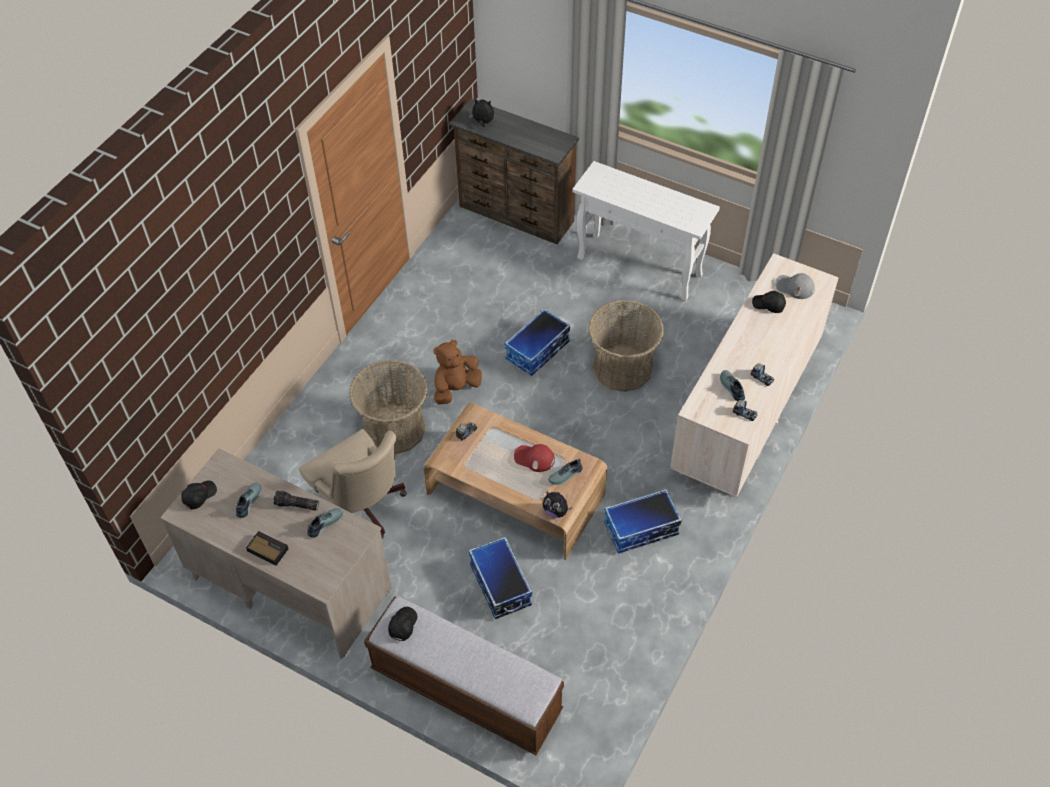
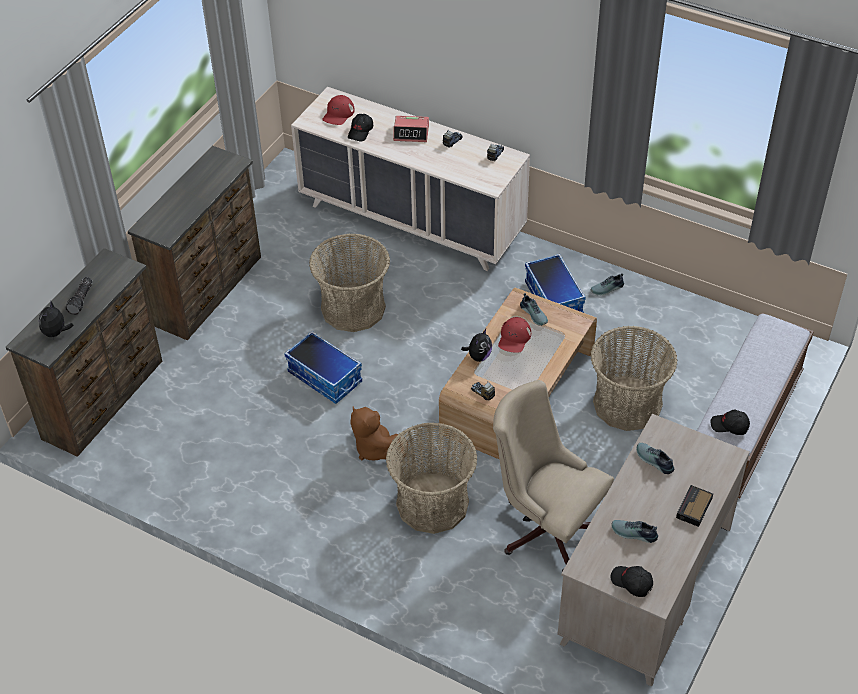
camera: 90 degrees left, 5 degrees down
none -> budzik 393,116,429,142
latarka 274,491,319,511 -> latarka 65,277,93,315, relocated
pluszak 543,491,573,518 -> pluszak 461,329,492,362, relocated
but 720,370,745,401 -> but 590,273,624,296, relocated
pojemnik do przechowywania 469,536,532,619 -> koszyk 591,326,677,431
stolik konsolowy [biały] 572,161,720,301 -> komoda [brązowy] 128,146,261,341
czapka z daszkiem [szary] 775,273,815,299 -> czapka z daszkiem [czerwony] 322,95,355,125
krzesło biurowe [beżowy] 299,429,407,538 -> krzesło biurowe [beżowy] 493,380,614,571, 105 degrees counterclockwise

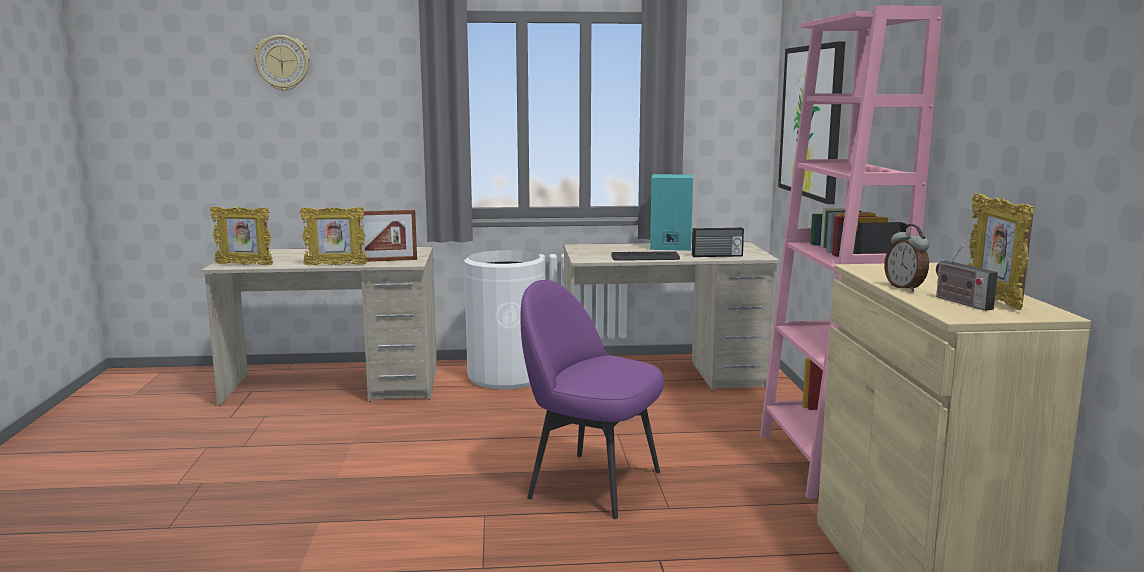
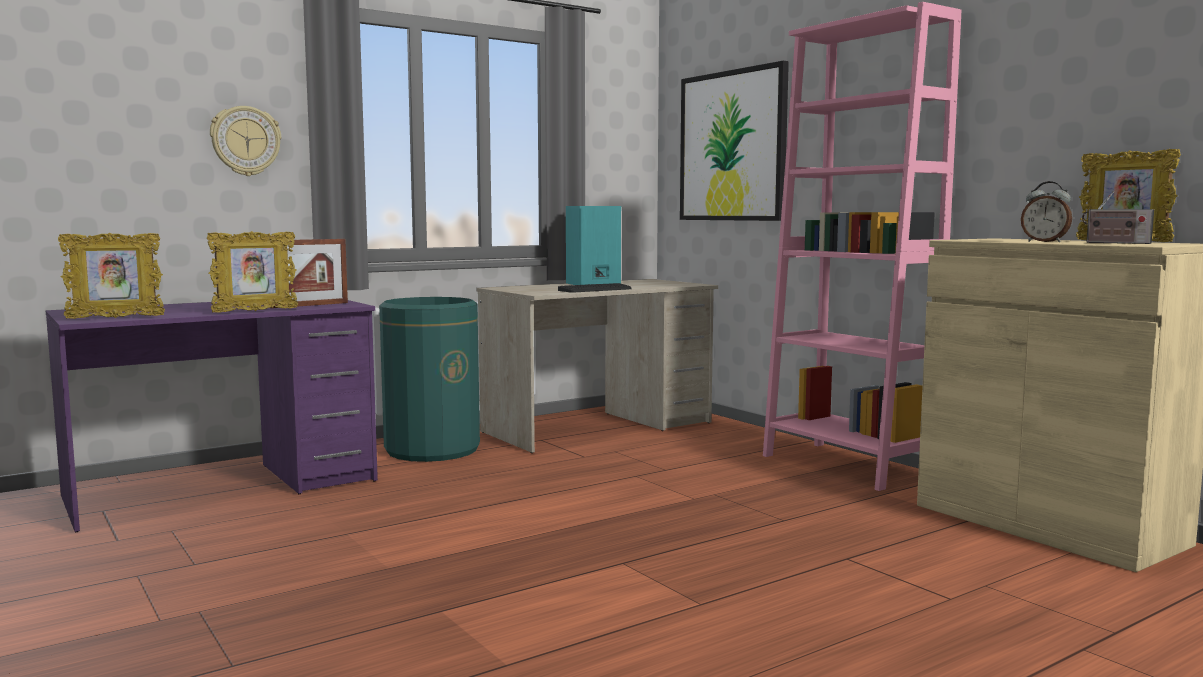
camera: 30 degrees left, 5 degrees down
krzesło [fioletowy] 521,280,664,519 -> none
radio 692,227,744,257 -> none
zegar ścienny 254,35,310,91 -> zegar ścienny 210,106,281,176, relocated
biurko [beżowy] 202,247,437,406 -> biurko [fioletowy] 46,300,378,532
kosz na śmieci [biały] 464,250,544,389 -> kosz na śmieci [zielony] 379,297,480,462

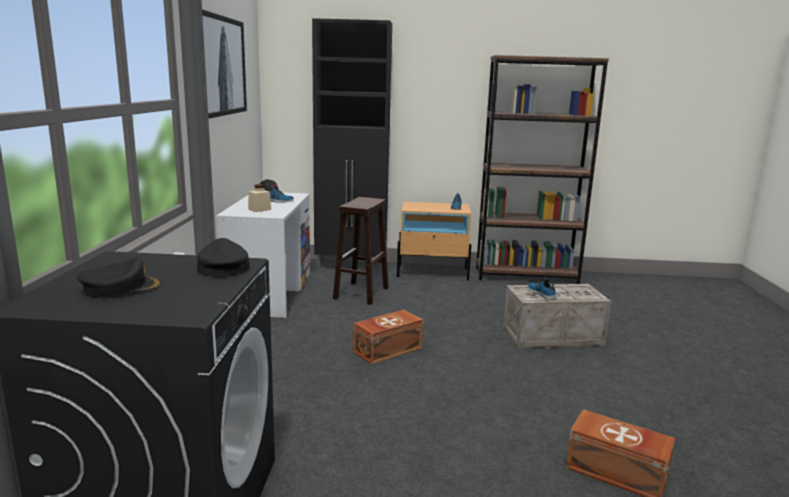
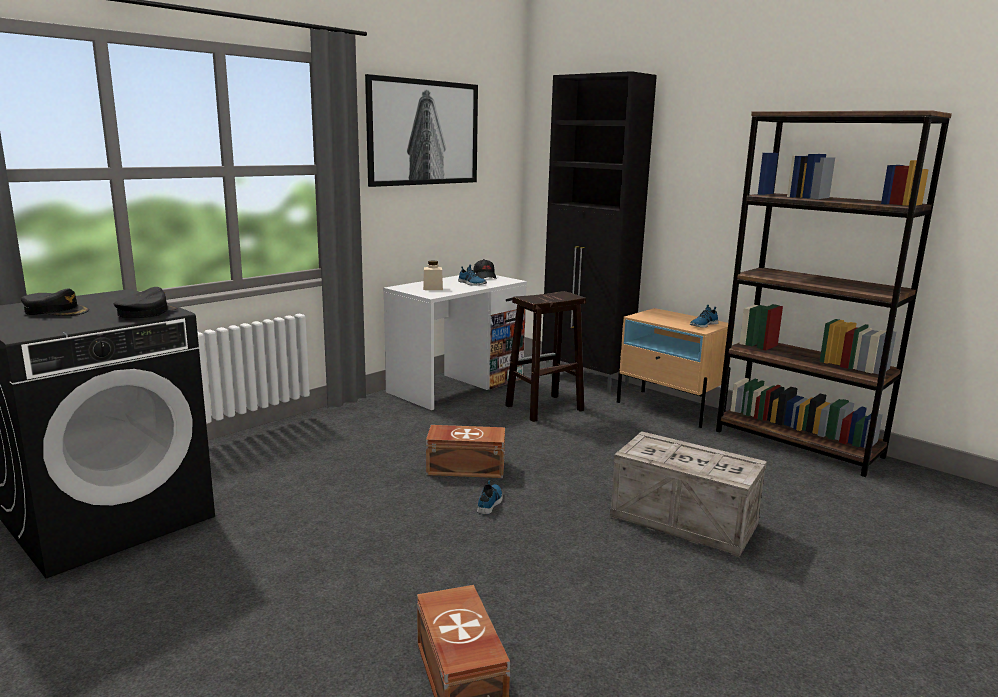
camera: 40 degrees right, 0 degrees up
but 528,276,556,300 -> but 477,480,503,515, relocated

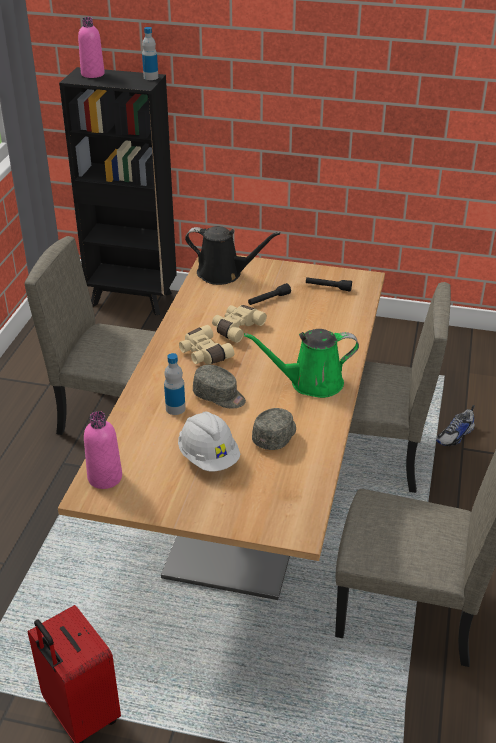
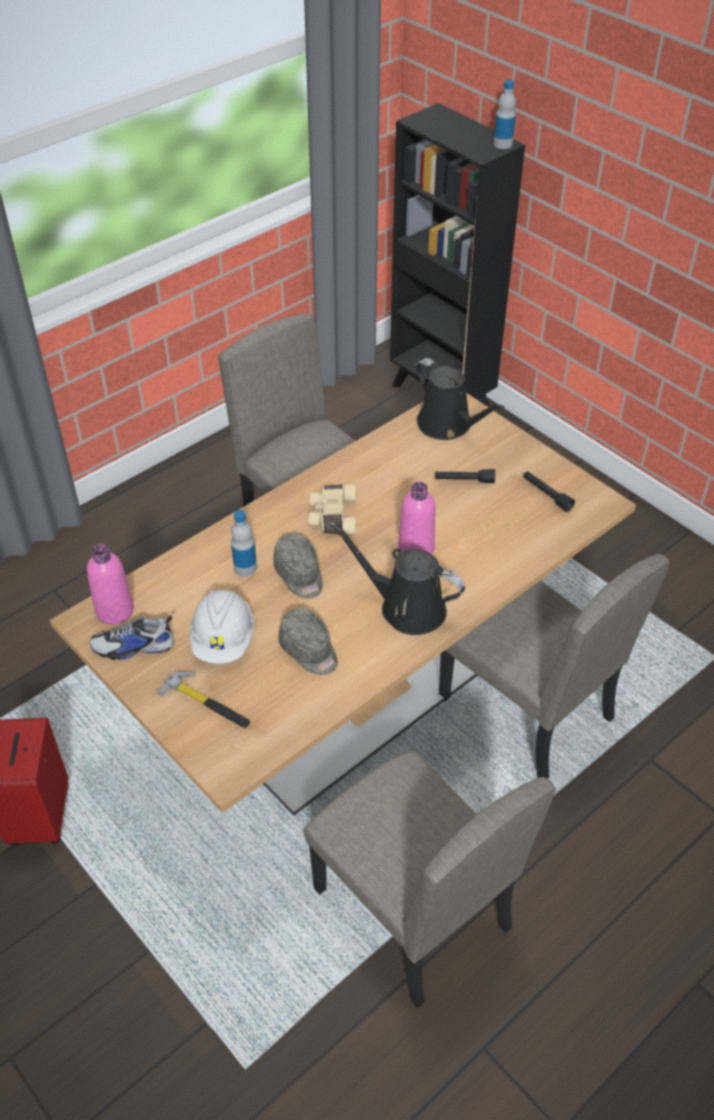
camera: 35 degrees right, 10 degrees up
lornetka [beżowy] 212,305,267,343 -> none
none -> młotek 157,672,250,728
butelka [różowy] 78,17,105,78 -> butelka [różowy] 398,482,436,554, relocated
but 436,405,475,446 -> but 89,616,174,660, relocated
konewka [zielony] 244,329,359,398 -> konewka [czarny] 330,521,465,635
czapka z daszkiem [szary] 252,408,296,450 -> czapka z daszkiem [szary] 279,609,338,675, 75 degrees clockwise

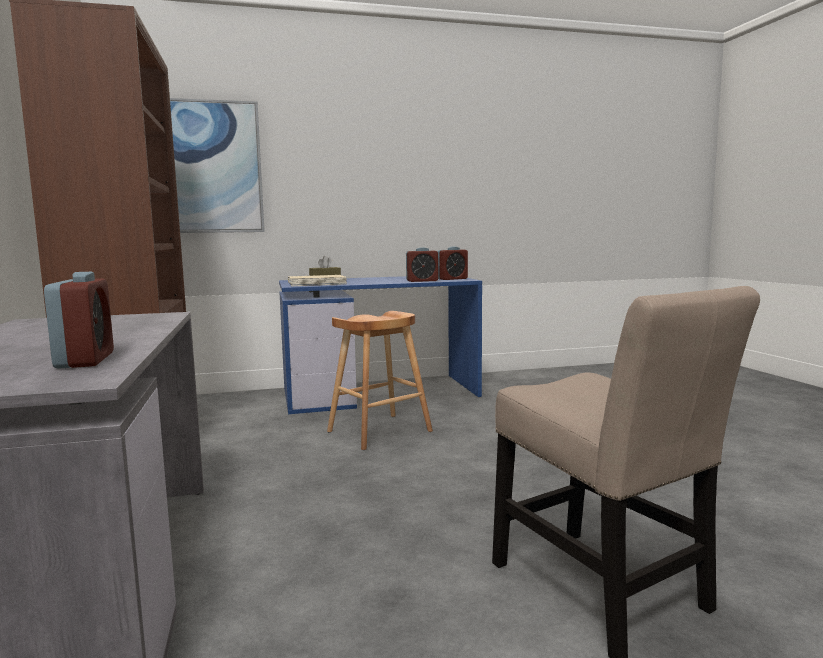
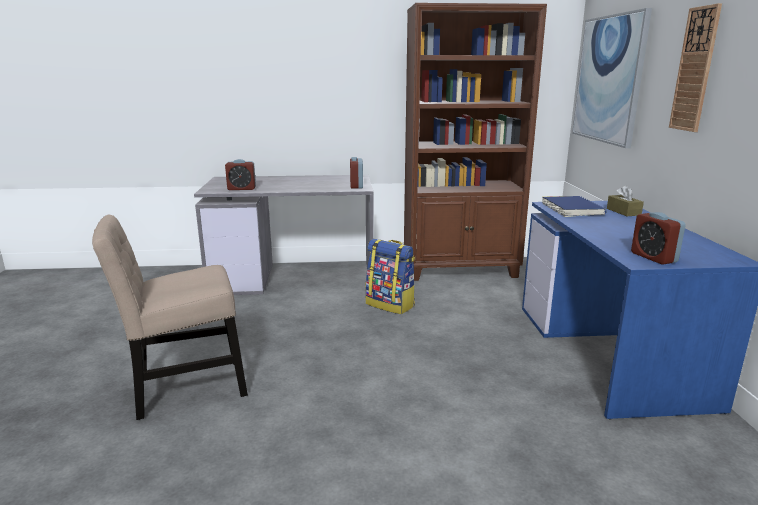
camera: 100 degrees right, 10 degrees up
stołek [brązowy] 327,311,433,450 -> none
none -> plecak 365,239,415,314
none -> zegar ścienny 669,3,722,132
budzik 406,247,438,282 -> budzik 350,157,363,189, relocated
książka [beżowy] 288,275,347,286 -> książka [niebieski] 542,196,607,217

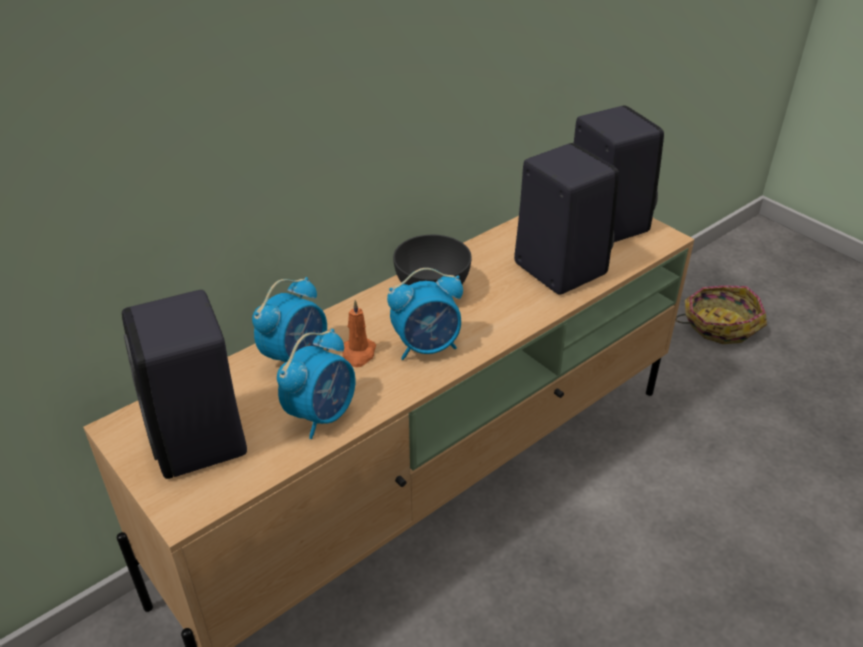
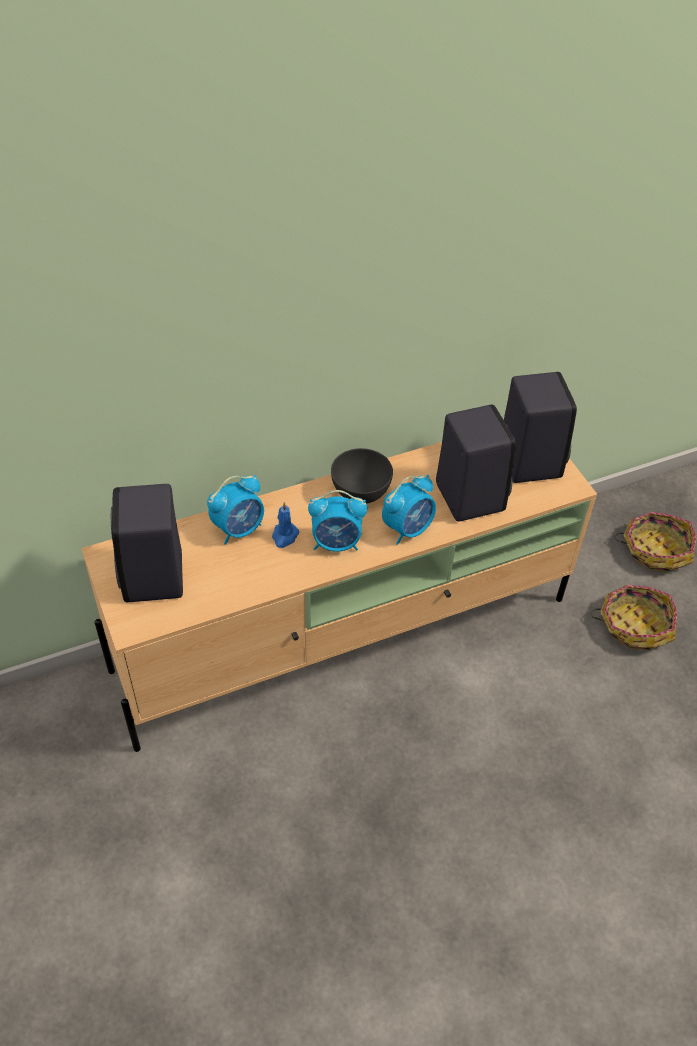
camera: 15 degrees right, 10 degrees up
none -> koszyk 590,585,677,650
budzik 277,329,355,439 -> budzik 382,475,436,545, relocated
świeca [pomarańczowy] 342,300,376,367 -> świeca [niebieski] 272,502,299,548

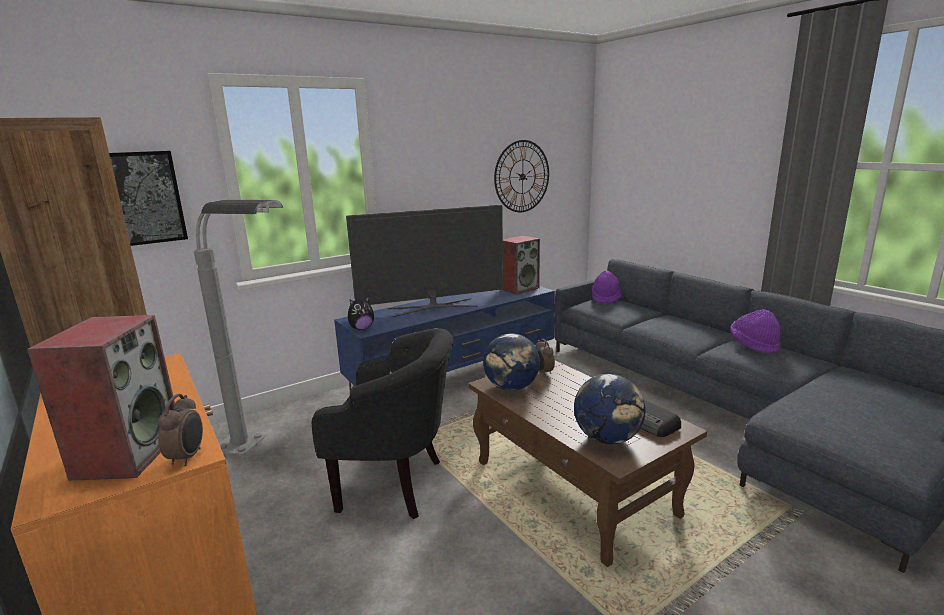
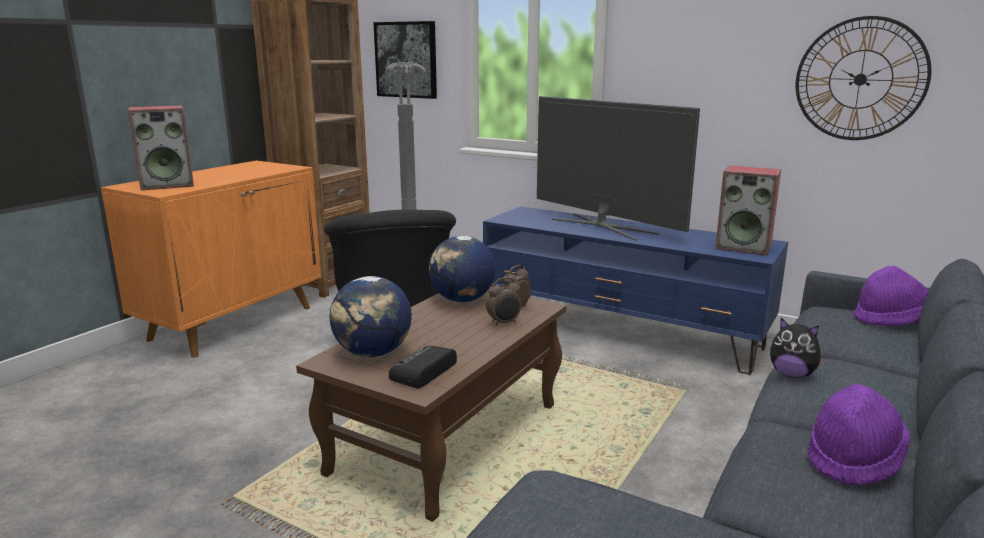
camera: 65 degrees right, 0 degrees up
budzik 158,394,203,466 -> budzik 486,277,522,326, relocated
pluszak 348,296,374,330 -> pluszak 770,318,827,378, relocated

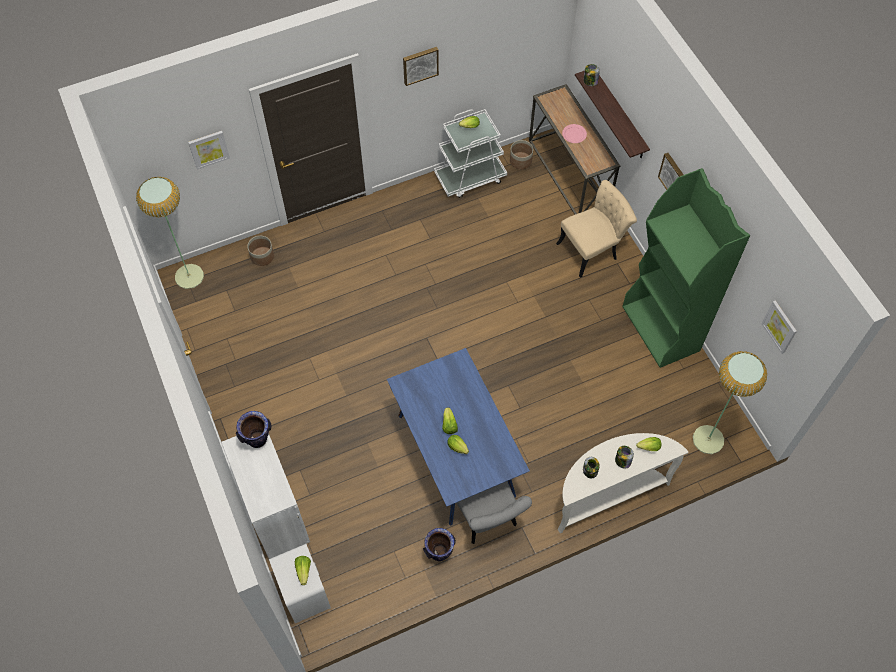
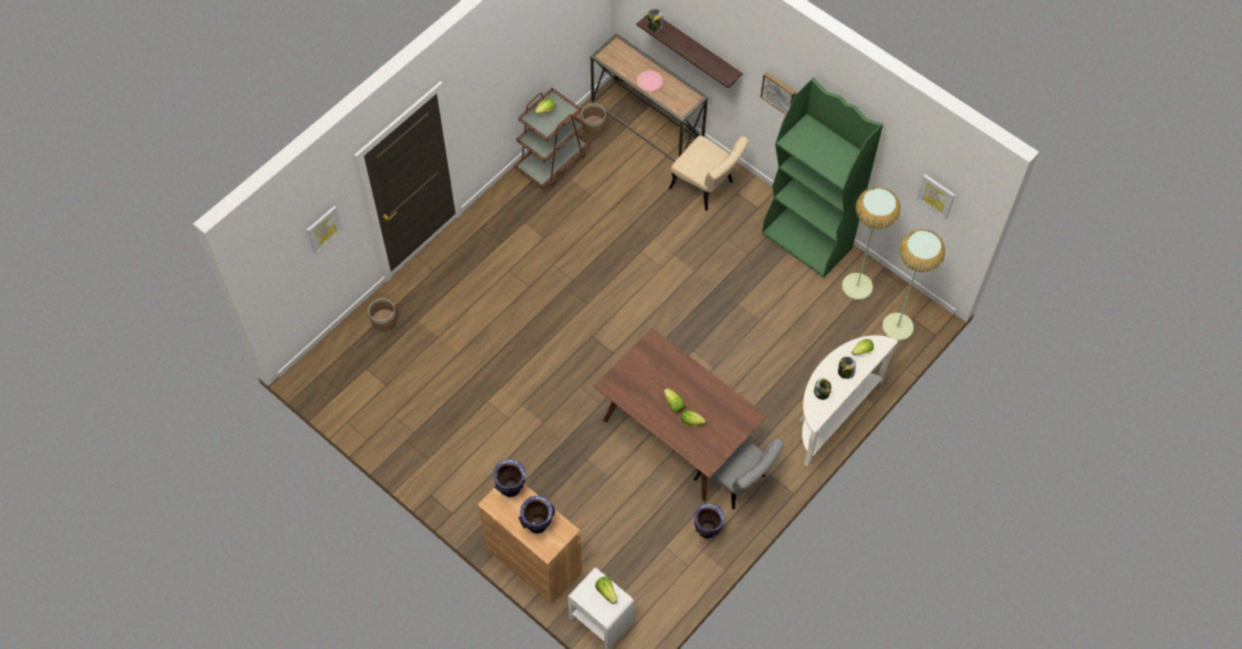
camera: 25 degrees left, 0 degrees up
obraz 403,47,439,86 -> none
none -> wazon 519,496,555,534
lampa stojąca 136,177,204,289 -> lampa stojąca 842,187,900,300, relocated
szafka [biały] 222,434,310,559 -> szafka [brązowy] 478,484,582,604
stół jadalny [niebieski] 387,348,530,525 -> stół jadalny [brązowy] 593,328,767,501
wózek [biały] 434,109,507,198 -> wózek [brązowy] 514,88,589,188
krzesło [beżowy] 556,180,637,278 -> krzesło [beżowy] 668,135,748,211, 90 degrees clockwise

